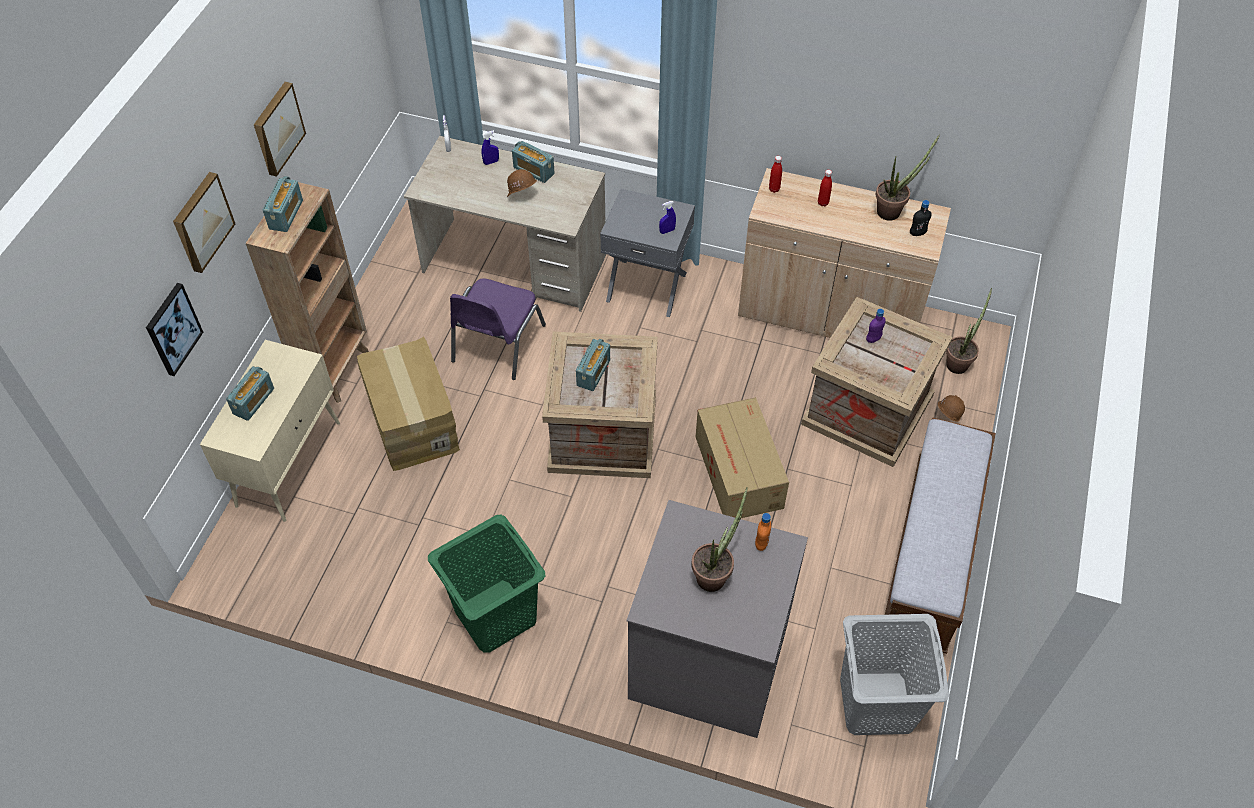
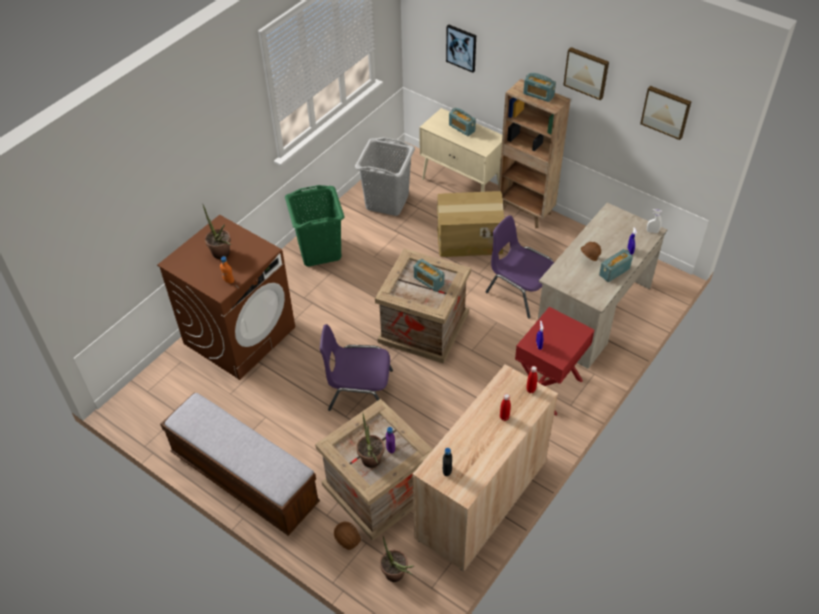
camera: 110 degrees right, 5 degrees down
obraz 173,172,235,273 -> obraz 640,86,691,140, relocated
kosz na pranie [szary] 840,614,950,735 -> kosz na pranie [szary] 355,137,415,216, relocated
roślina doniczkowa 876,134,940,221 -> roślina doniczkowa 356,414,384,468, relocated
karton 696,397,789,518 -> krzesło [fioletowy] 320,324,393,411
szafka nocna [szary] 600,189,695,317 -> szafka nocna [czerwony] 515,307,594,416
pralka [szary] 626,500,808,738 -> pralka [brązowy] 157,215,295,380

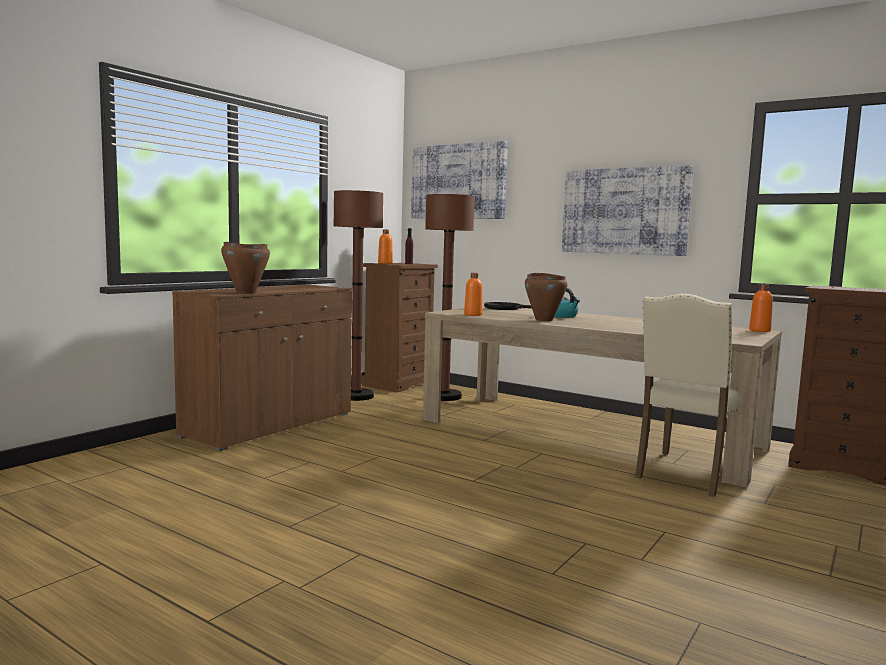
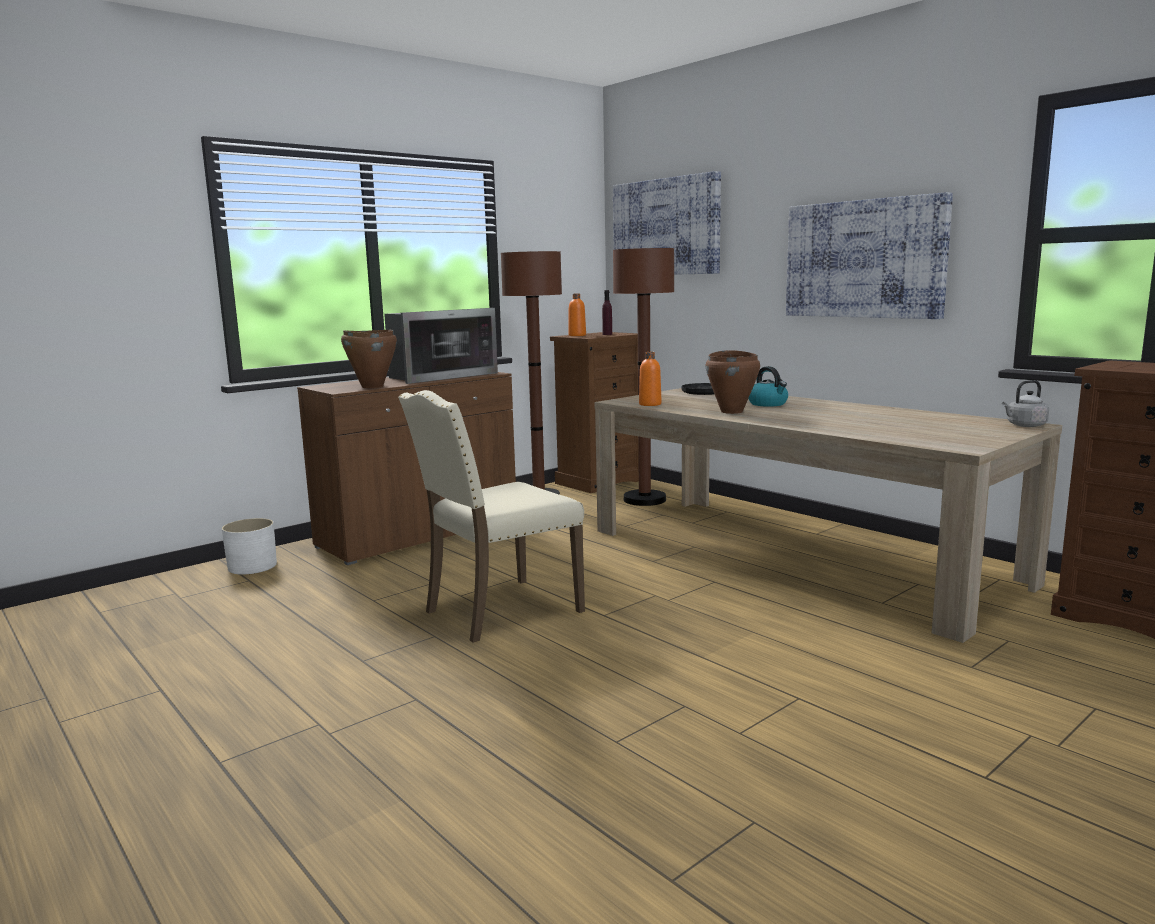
camera: 15 degrees right, 5 degrees up
none -> donica [biały] 222,518,277,575
none -> mikrofalówka 384,308,498,384
krzesło [beżowy] 635,294,740,497 -> krzesło [beżowy] 398,390,585,643, relocated
butelka [pomarańczowy] 749,284,773,332 -> czajnik [szary] 1002,380,1049,427

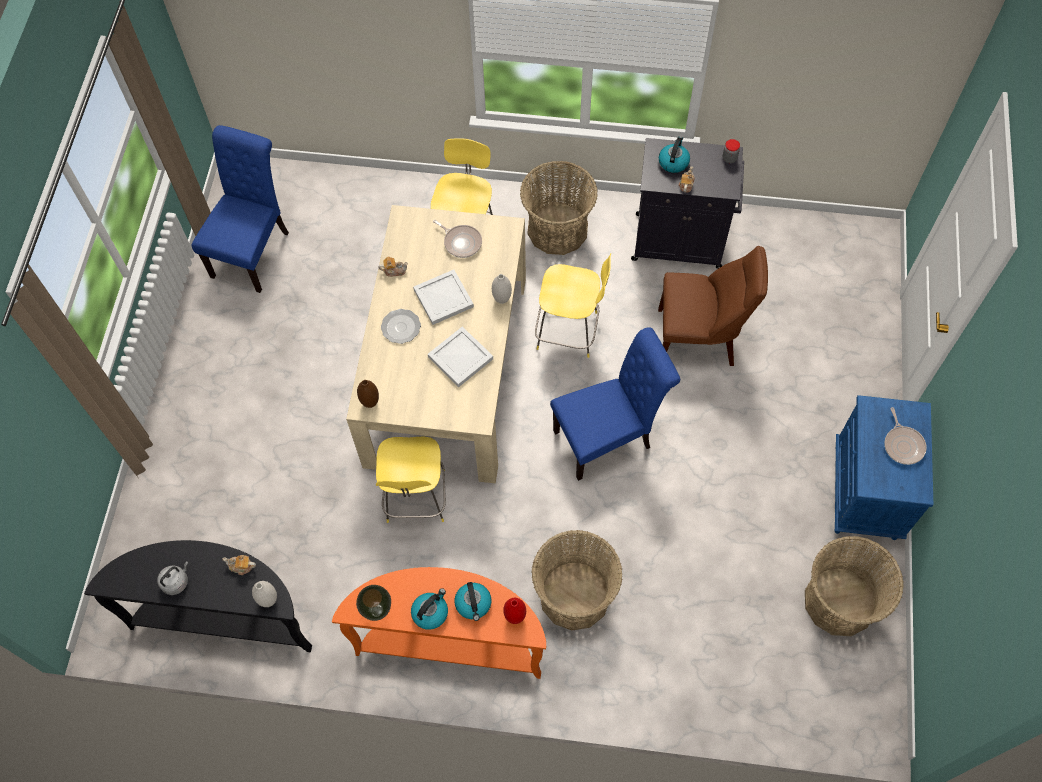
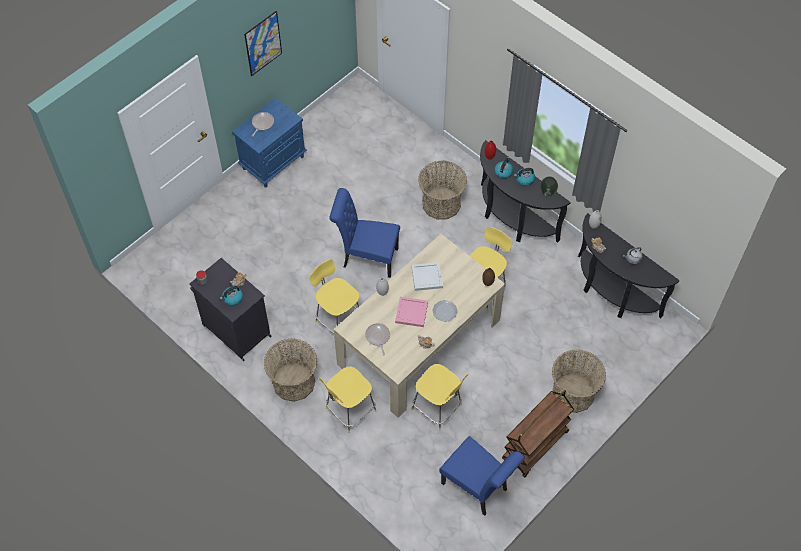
camera: 145 degrees left, 5 degrees down
krzesło [brązowy] 658,246,768,366 -> none
none -> obraz 244,11,282,76
none -> stołek [żółty] 412,364,468,430
none -> wózek [brązowy] 502,390,574,478
koszyk 805,536,904,636 -> koszyk 552,350,606,413, relocated
stolik konsolowy [pomarańczowy] 332,567,546,679 -> stolik konsolowy [czarny] 480,140,571,243
taca [biały] 413,270,474,325 -> taca [różowy] 395,297,428,327
krzesło [niebieski] 191,125,289,293 -> krzesło [niebieski] 439,436,525,516, 105 degrees counterclockwise

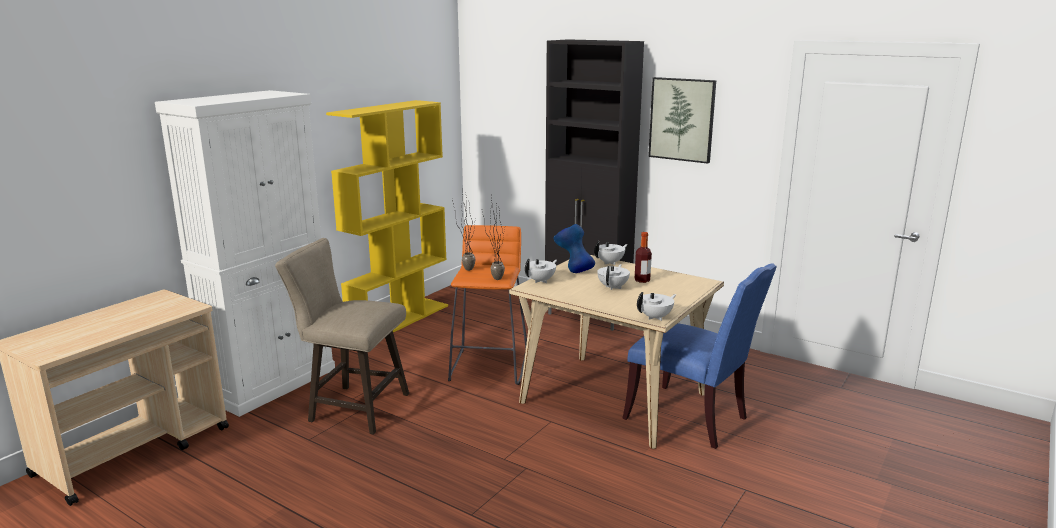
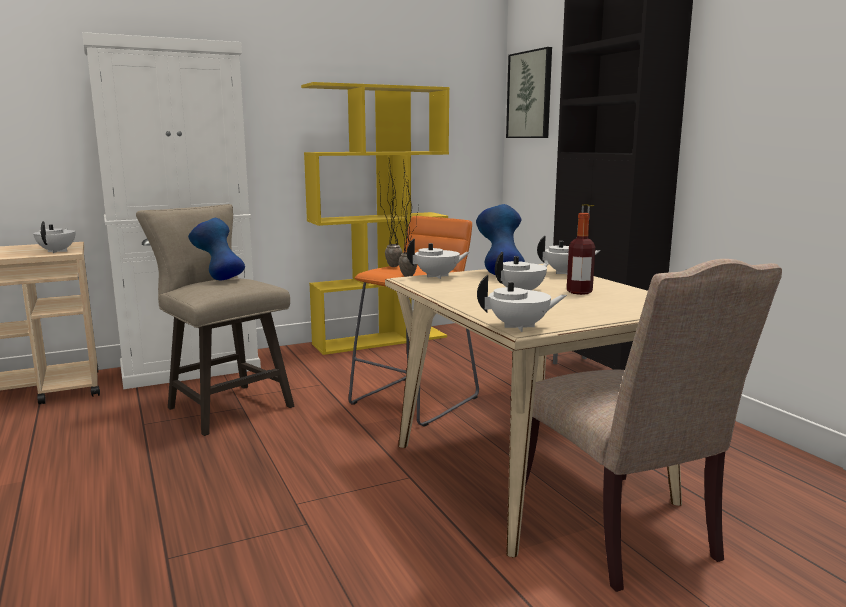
camera: 30 degrees right, 5 degrees down
none -> imbryk [biały] 33,221,75,253
none -> wazon [niebieski] 188,218,245,280
obraz 648,77,716,164 -> obraz 506,47,552,138, relocated
krzesło [niebieski] 622,263,777,449 -> krzesło [beżowy] 525,259,782,592

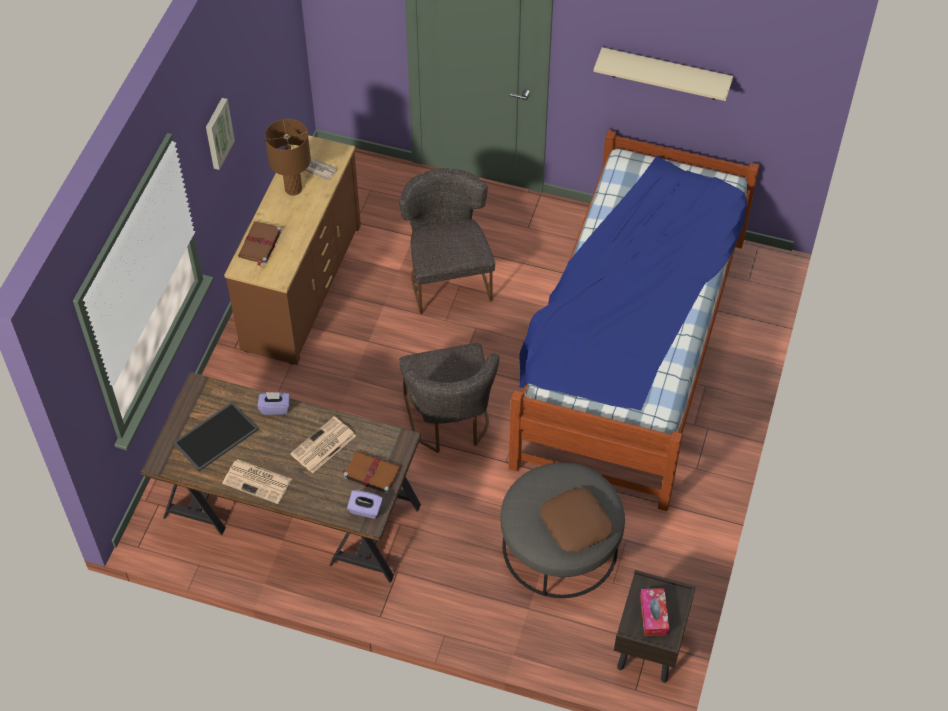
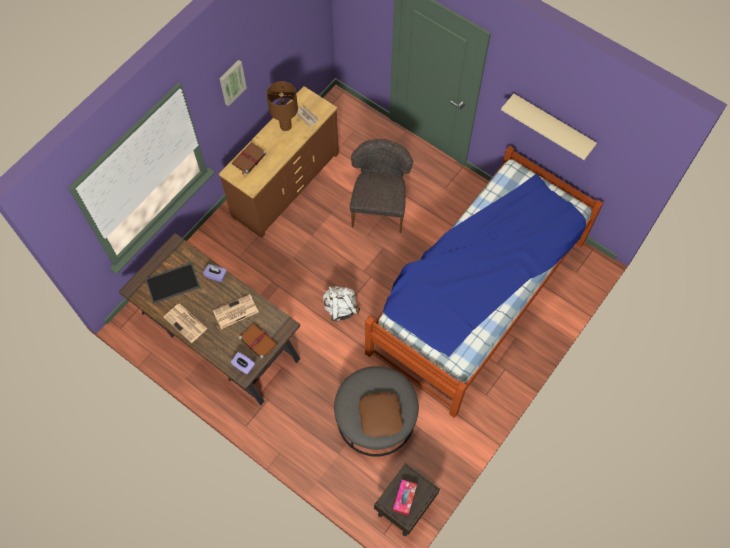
camera: 20 degrees right, 10 degrees up
krzesło [szary] 399,343,499,453 -> plecak [biały] 323,284,360,321

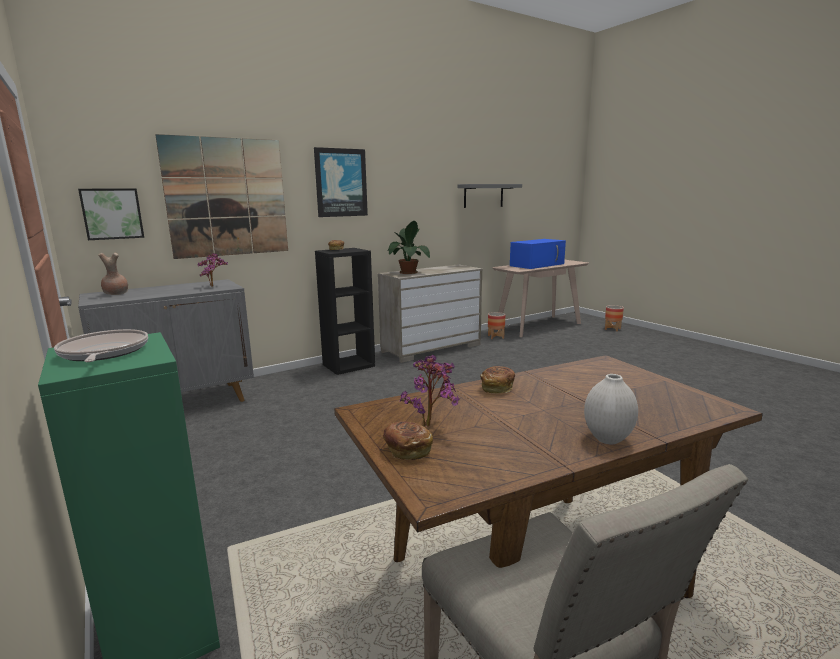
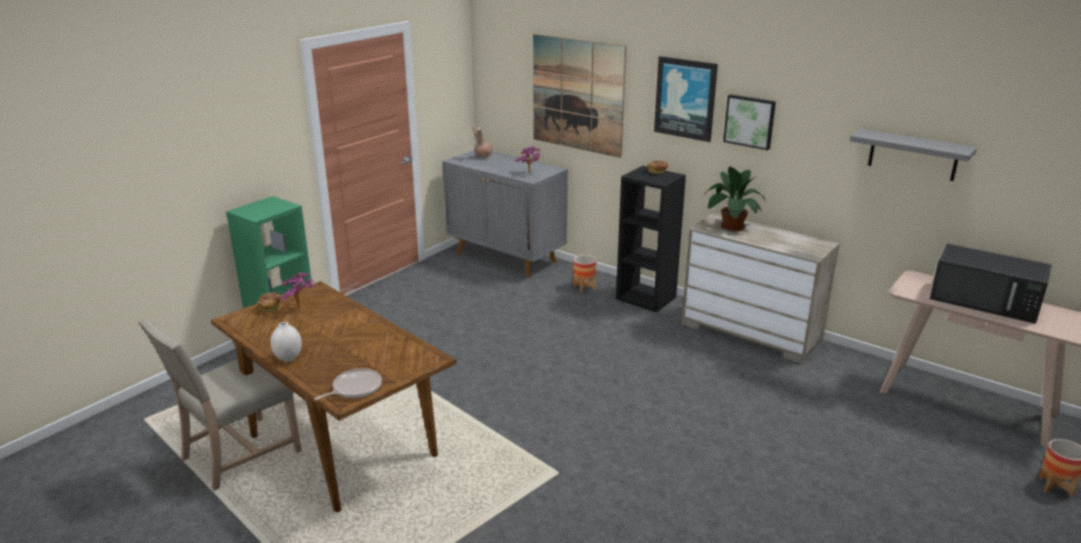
camera: 70 degrees right, 10 degrees up
chleb 480,366,515,394 -> none
patelnia 54,329,148,362 -> patelnia 314,369,382,400, relocated
obraz 78,188,144,240 -> obraz 723,94,776,150, relocated
donica 488,312,505,339 -> donica 573,255,596,293, relocated
mikrofalówka [niebieski] 510,239,566,269 -> mikrofalówka [czarny] 930,244,1052,324

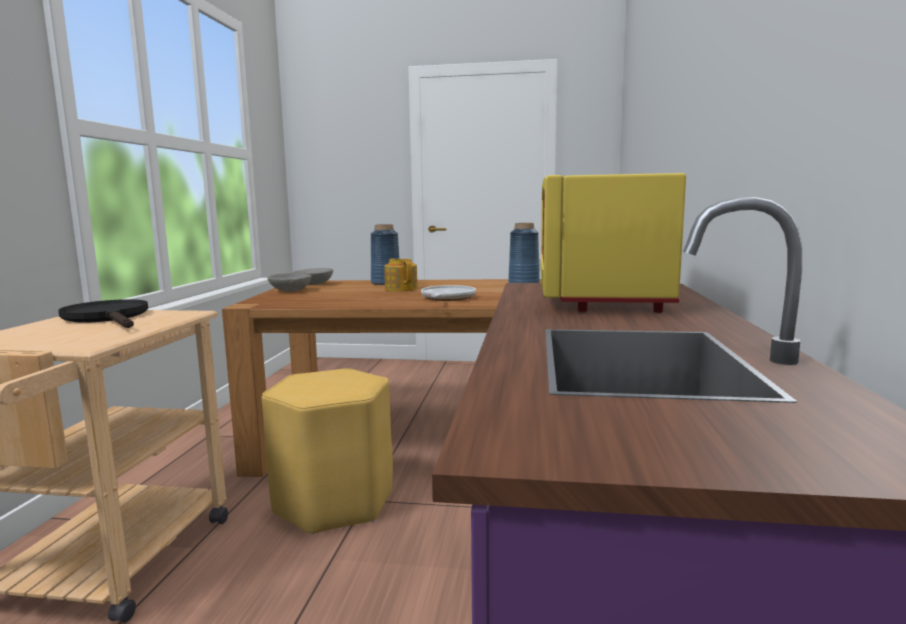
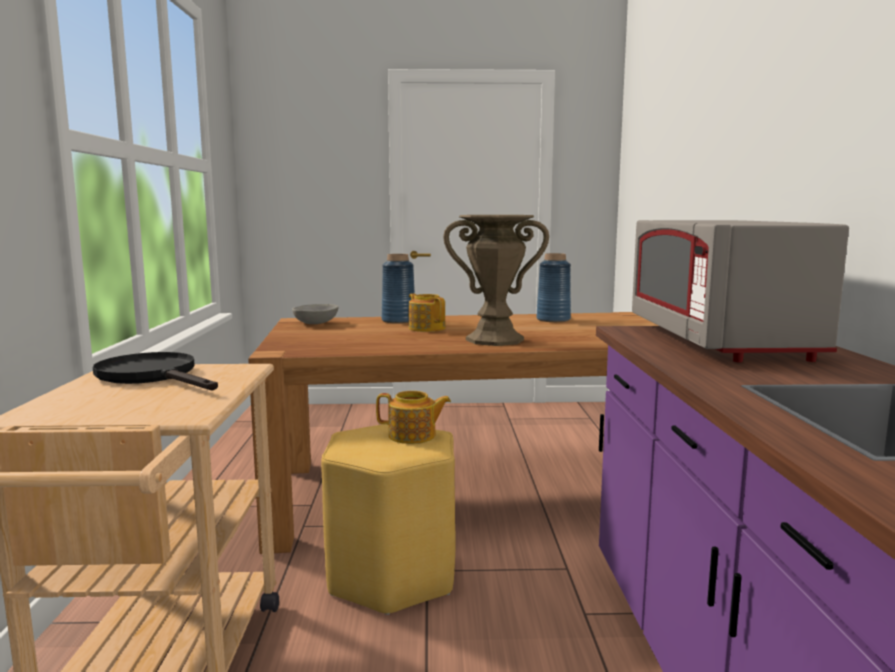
camera: 10 degrees left, 0 degrees up
miska [szary] 267,273,311,292 -> none
none -> imbryk 376,391,451,444
patelnia 421,285,476,301 -> wazon [brązowy] 443,215,549,346
mikrofalówka [żółty] 541,173,686,313 -> mikrofalówka [szary] 632,220,849,362

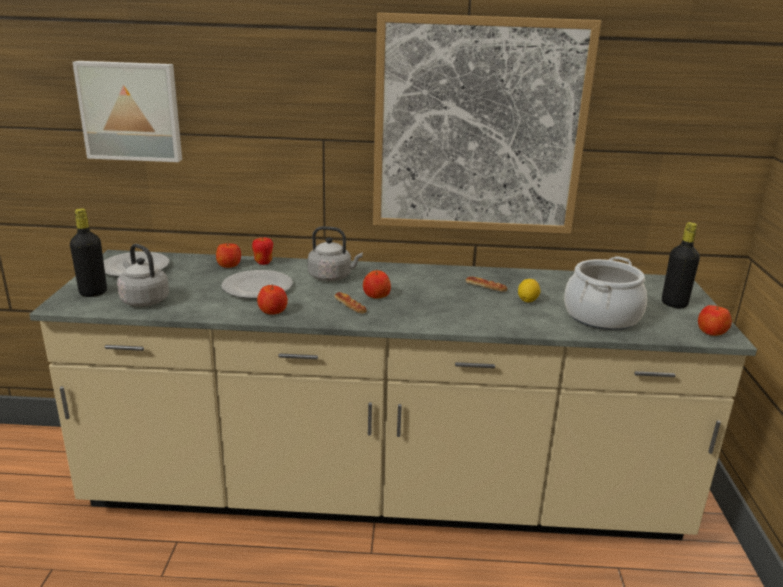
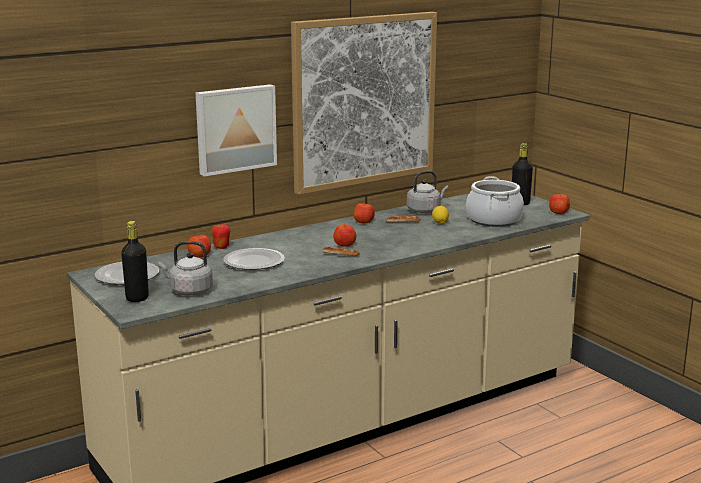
camera: 35 degrees left, 5 degrees down
obraz 72,61,182,162 -> obraz 195,84,277,176, relocated
jabłko 257,284,288,315 -> jabłko 354,203,375,223, relocated
czajnik [szary] 308,226,363,281 -> czajnik [szary] 407,171,448,213, relocated

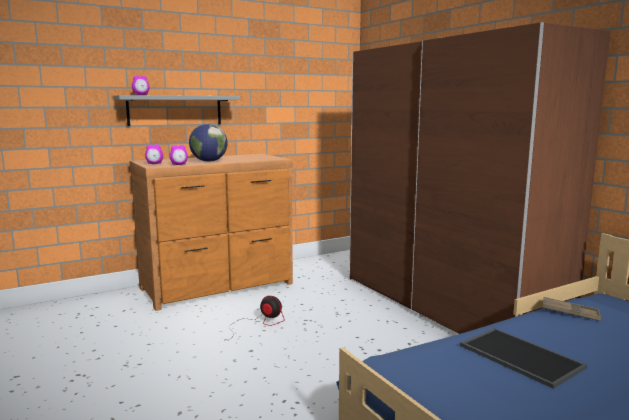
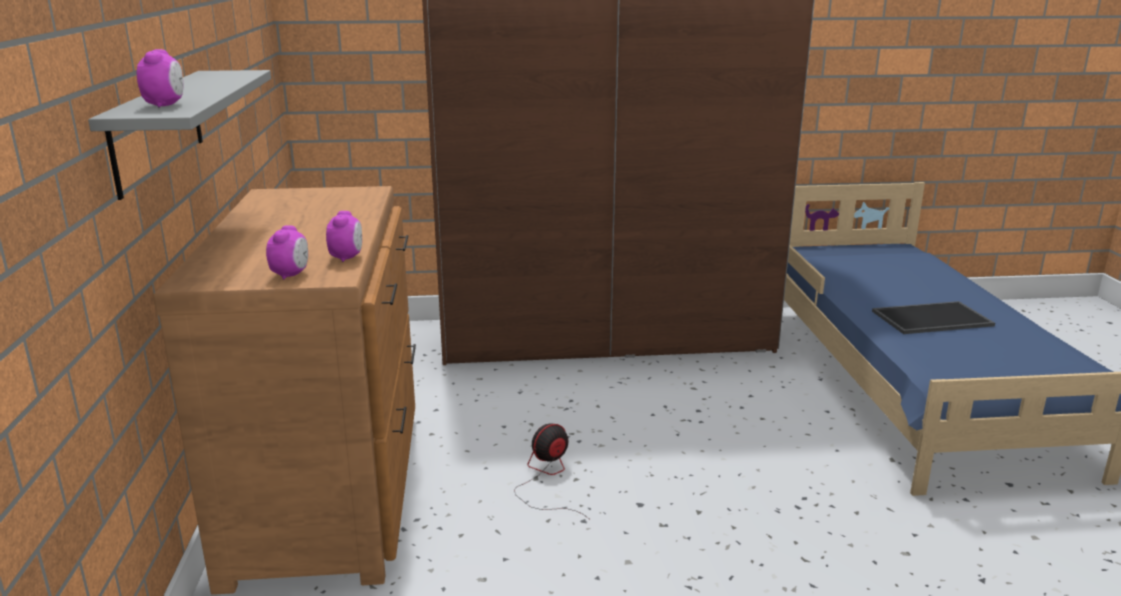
camera: 65 degrees left, 10 degrees up
globus 189,123,228,162 -> none
taca [brązowy] 543,297,601,321 -> none

